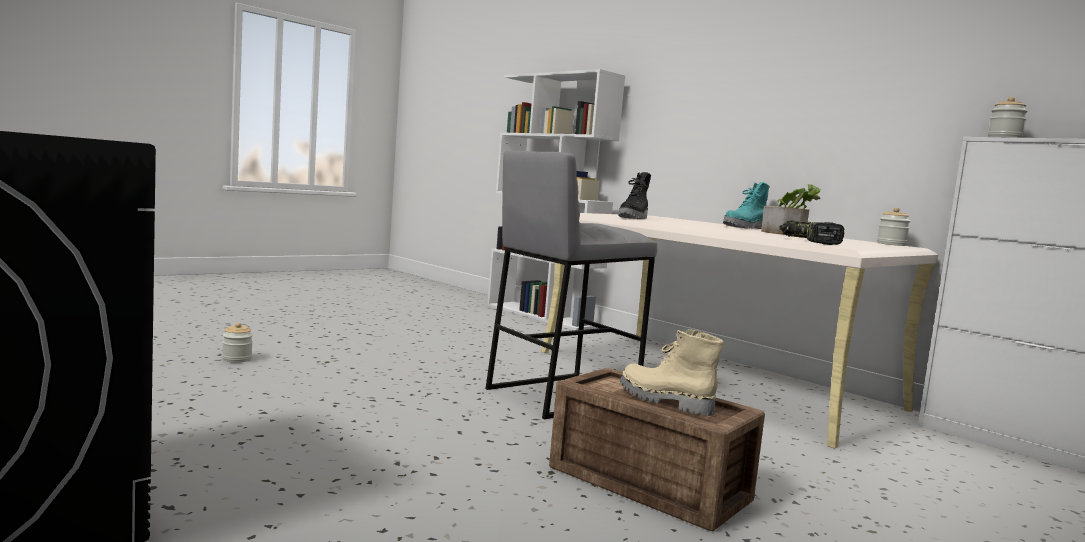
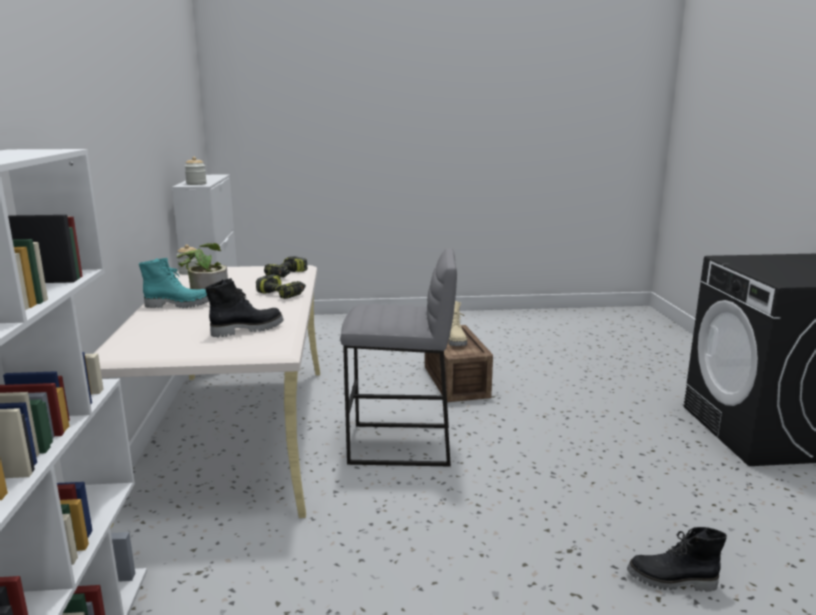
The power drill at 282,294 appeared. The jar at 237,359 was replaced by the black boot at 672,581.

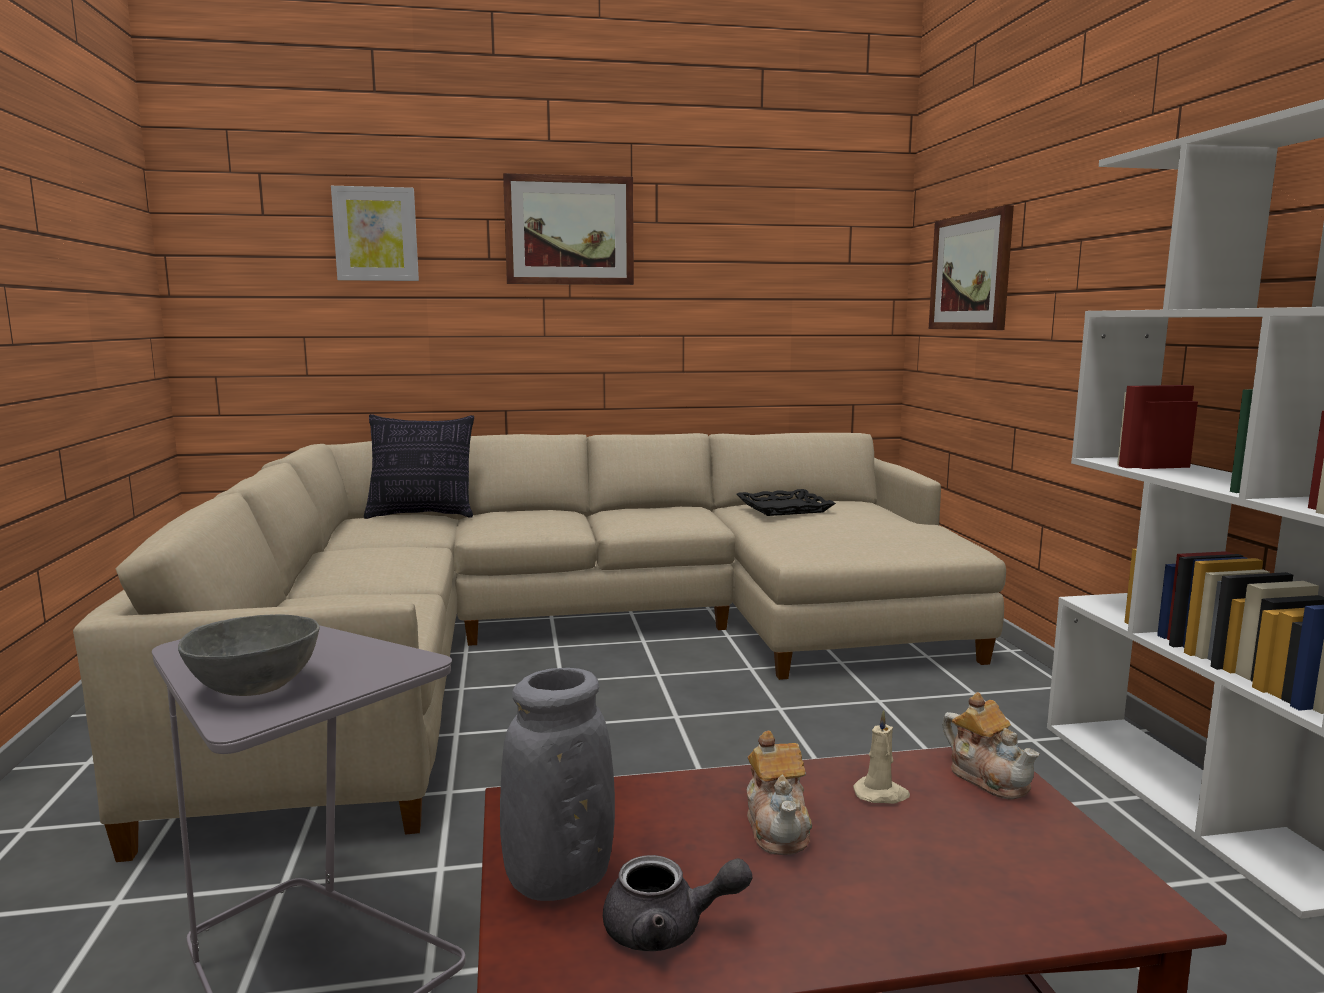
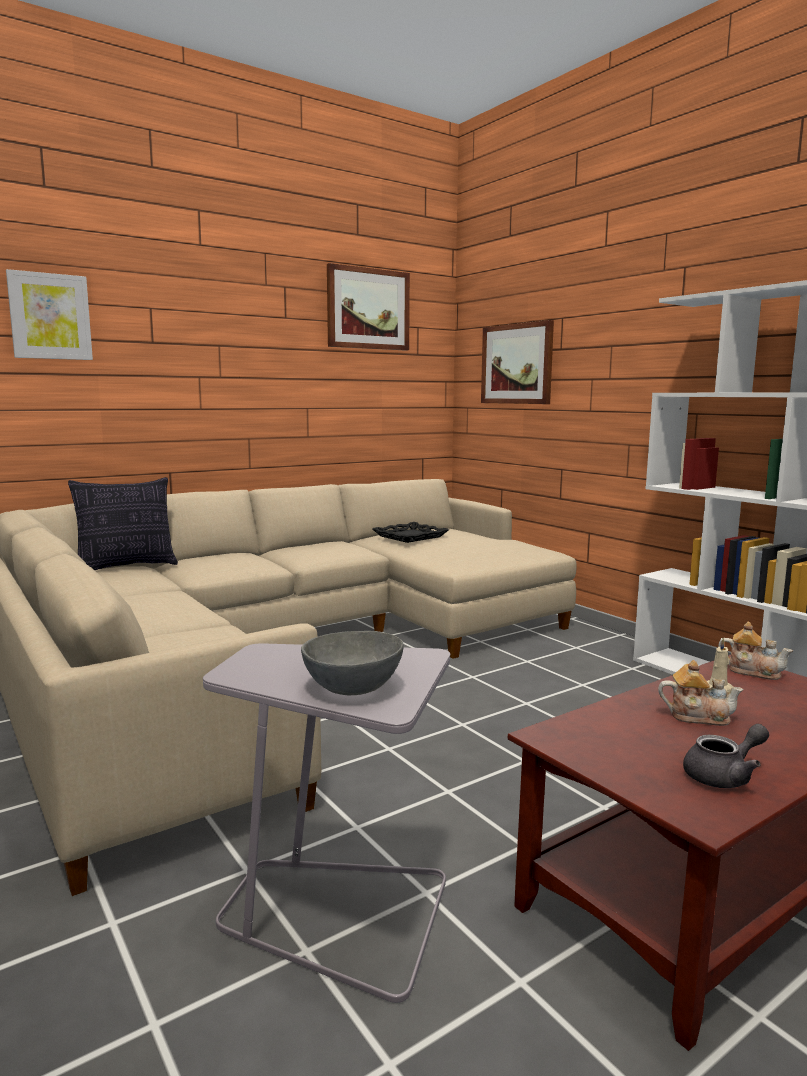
The grey vase at 559,880 disappeared. The picture moved from 569,230 to 368,309. The teapot at 778,827 turned 45 degrees counterclockwise.

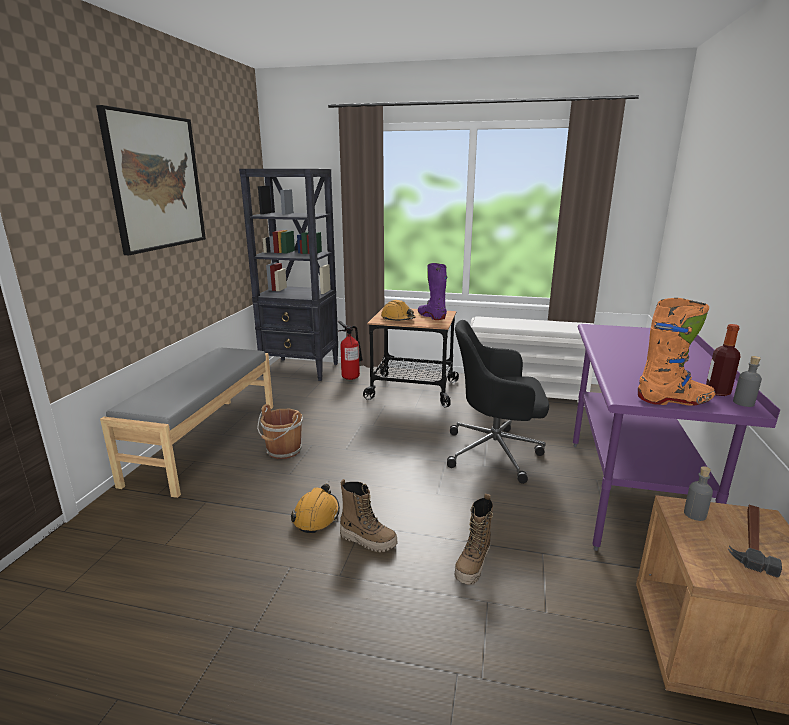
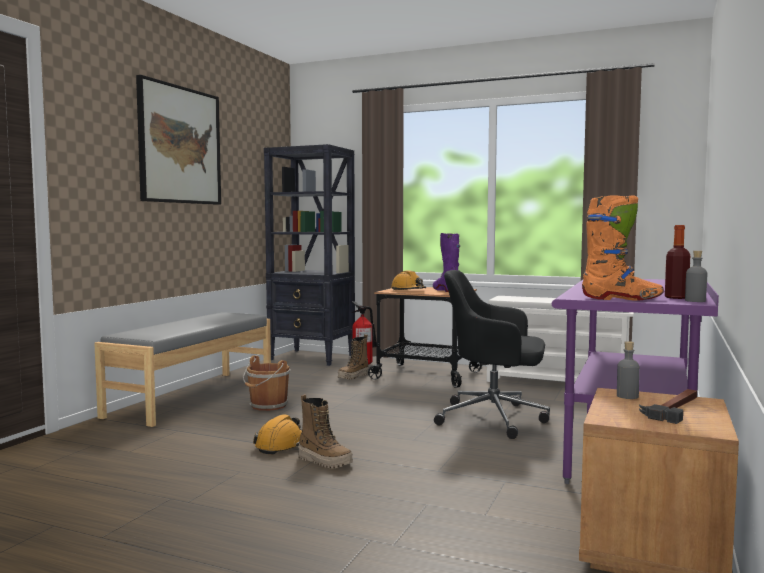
The boot moved from 473,565 to 353,377.

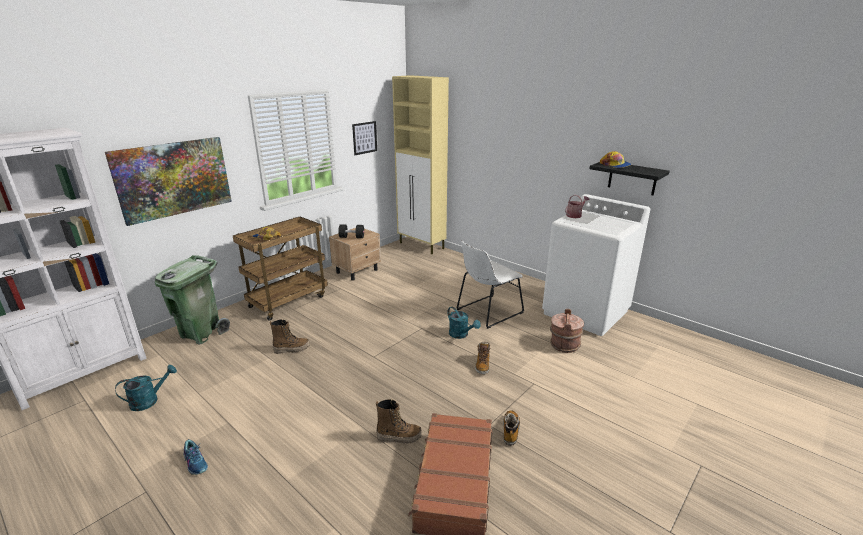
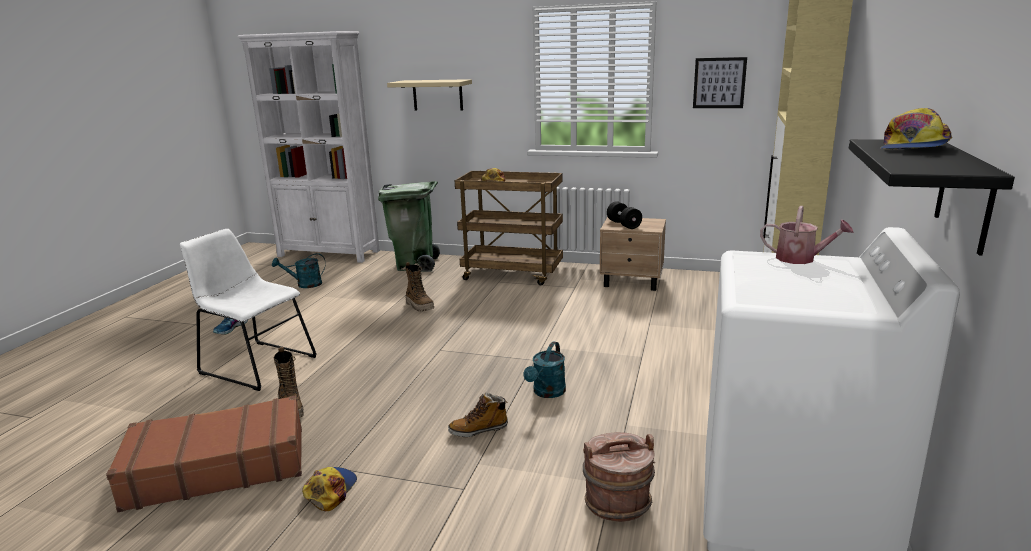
The white chair moved from 487,312 to 255,364. The picture at 173,179 was replaced by the beige shelf at 437,95. The boot at 510,431 was replaced by the cap at 330,490. The turquoise watering can at 149,400 turned 135 degrees clockwise.

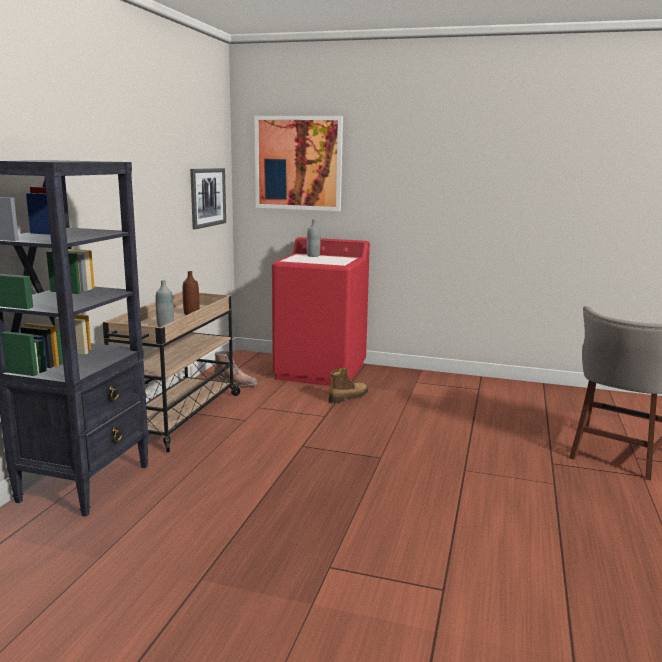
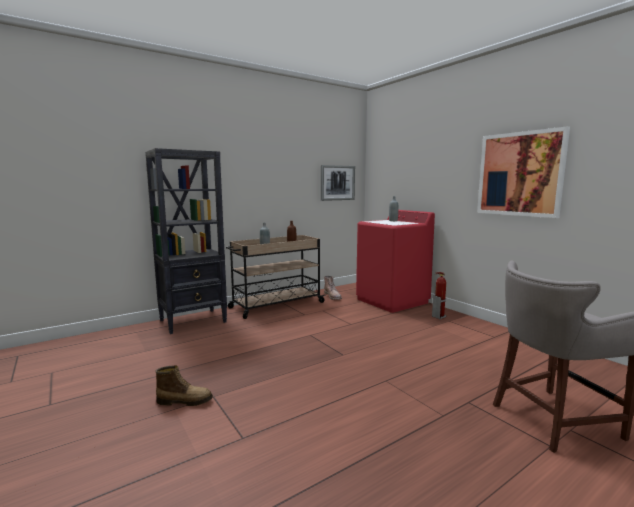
The fire extinguisher at 438,317 appeared. The picture moved from 298,163 to 519,174. The boot moved from 347,397 to 185,401.

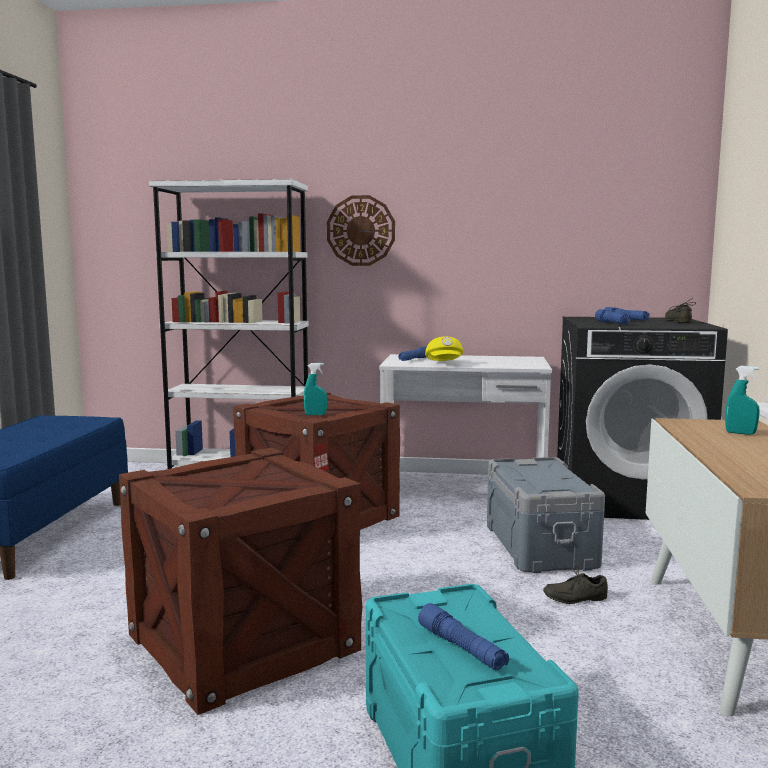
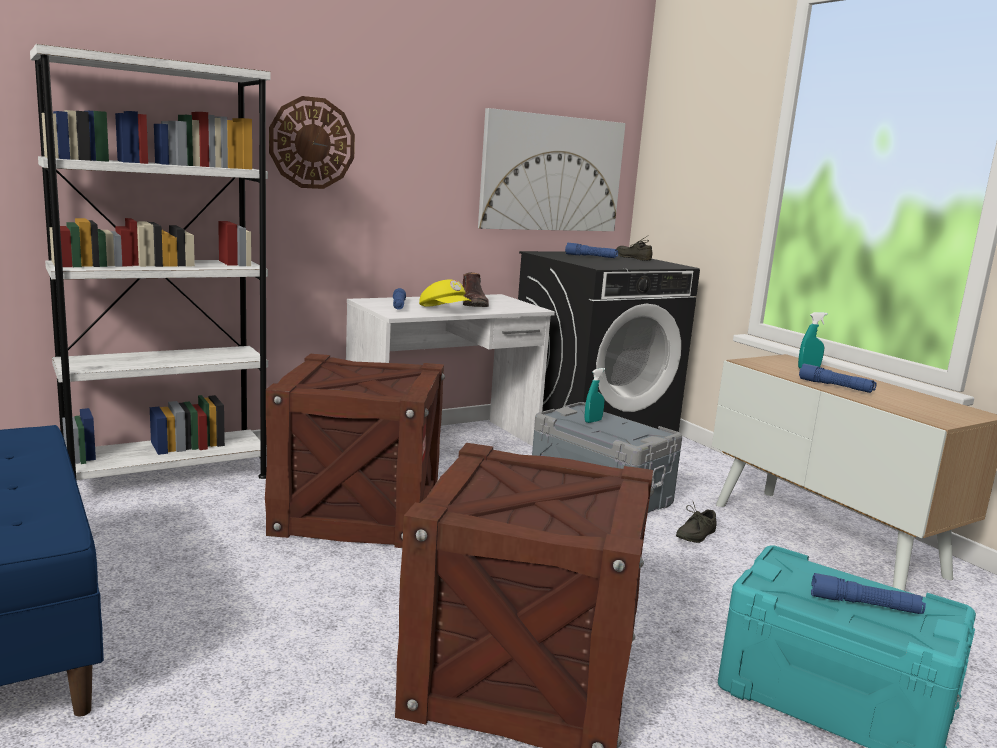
The brown boot at 474,304 appeared. The picture at 552,173 appeared. The turquoise spray bottle moved from 315,414 to 593,421. The blue flashlight moved from 612,323 to 835,386.

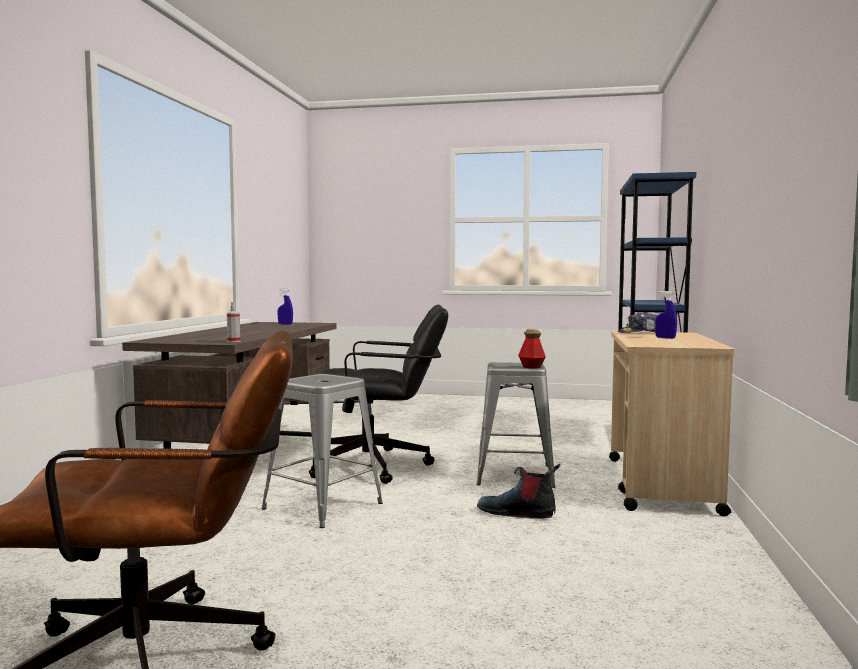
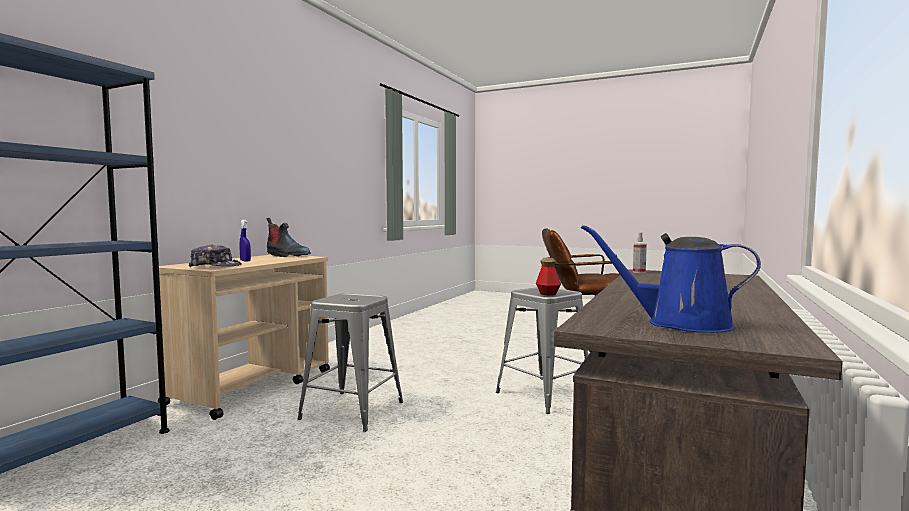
The black office chair at 381,466 disappeared. The boot moved from 517,513 to 286,256. The bottle moved from 531,367 to 548,294. The blue spray bottle at 285,324 was replaced by the blue watering can at 679,324.

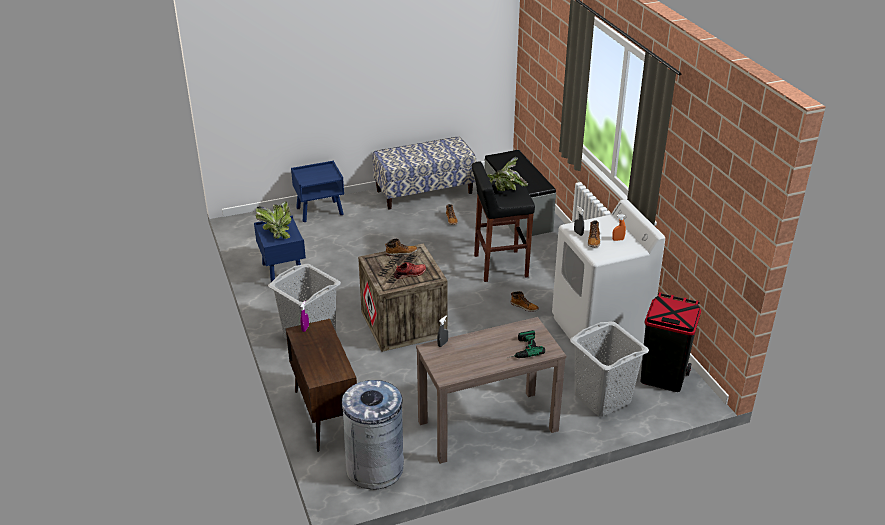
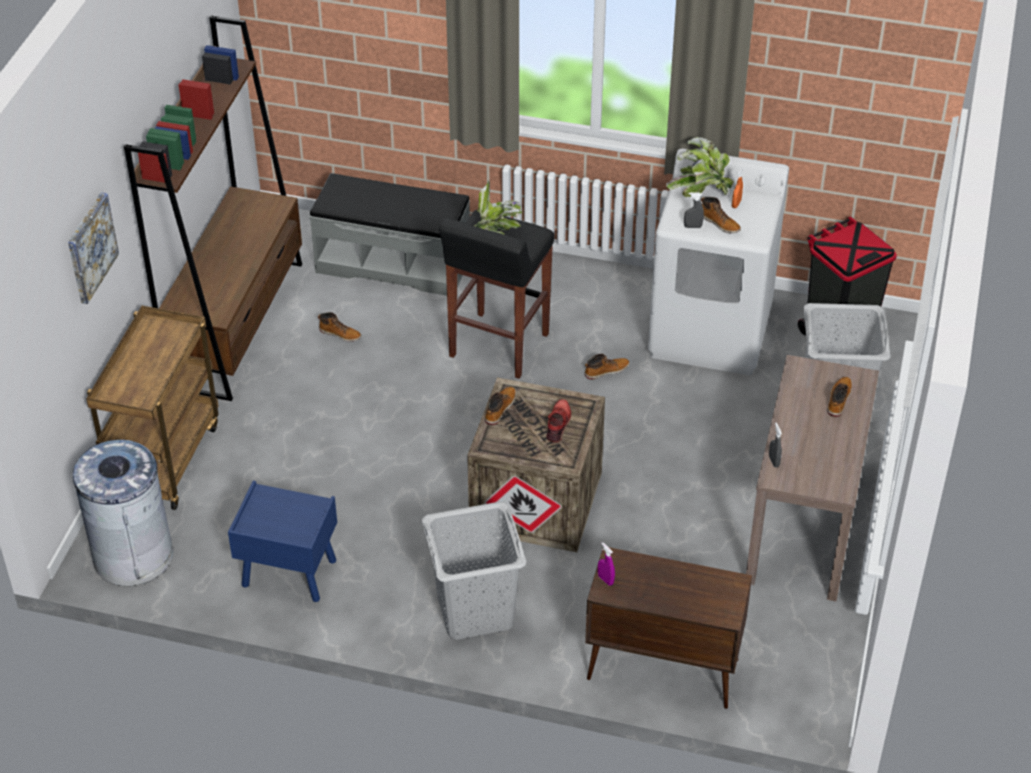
The picture at 90,247 appeared. The potted plant moved from 277,232 to 700,191. The grey trash can moved from 375,468 to 133,556. The blue nightstand at 320,211 was replaced by the brown cart at 164,458. The bench at 424,192 was replaced by the brown bookcase at 237,324. The power drill at 521,349 was replaced by the boot at 838,400.

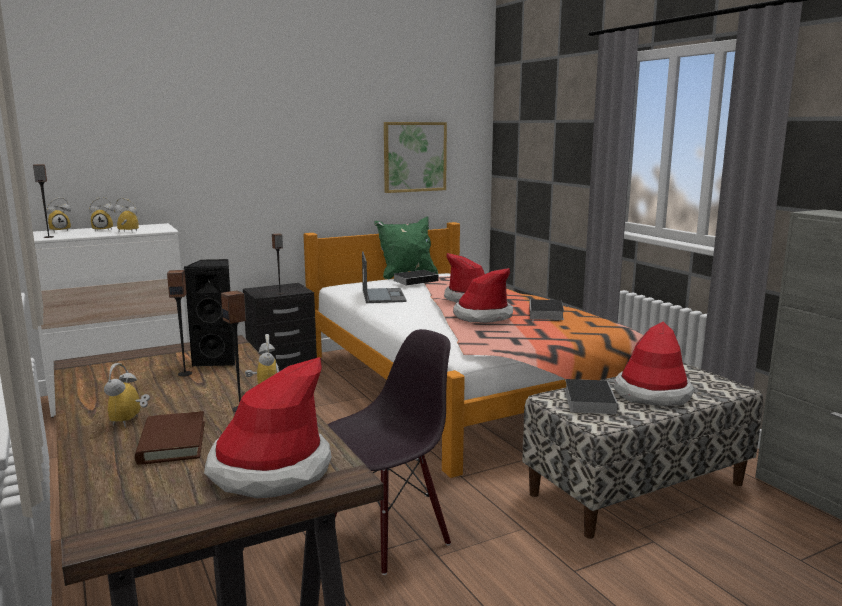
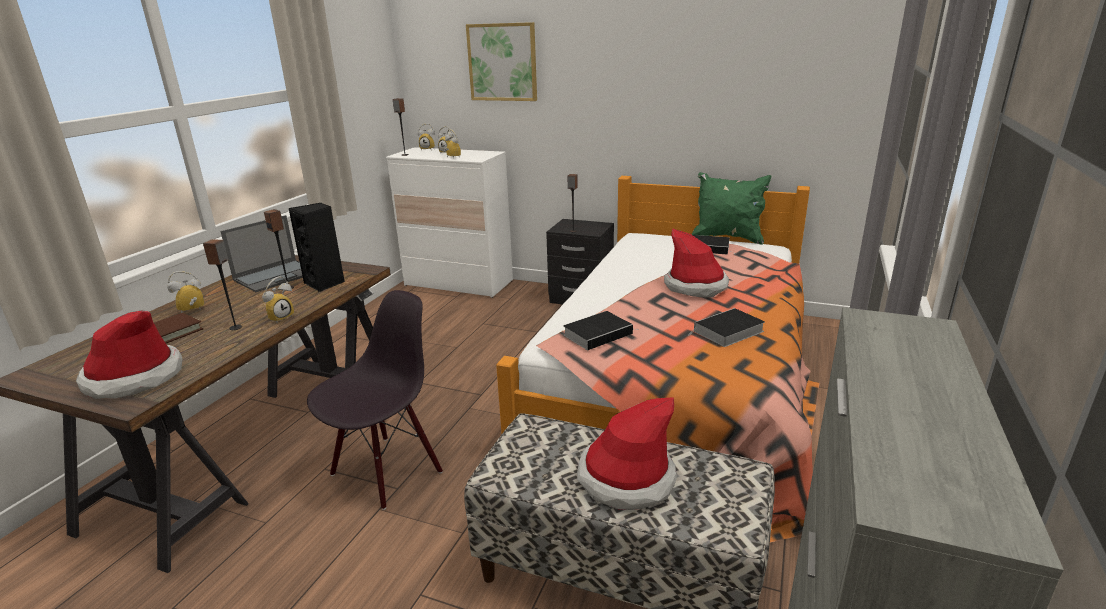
The hat at 482,316 disappeared. The laptop moved from 383,296 to 277,276. The picture moved from 414,157 to 502,62. The book moved from 588,400 to 599,333. The black chair at 387,535 turned 60 degrees counterclockwise.

